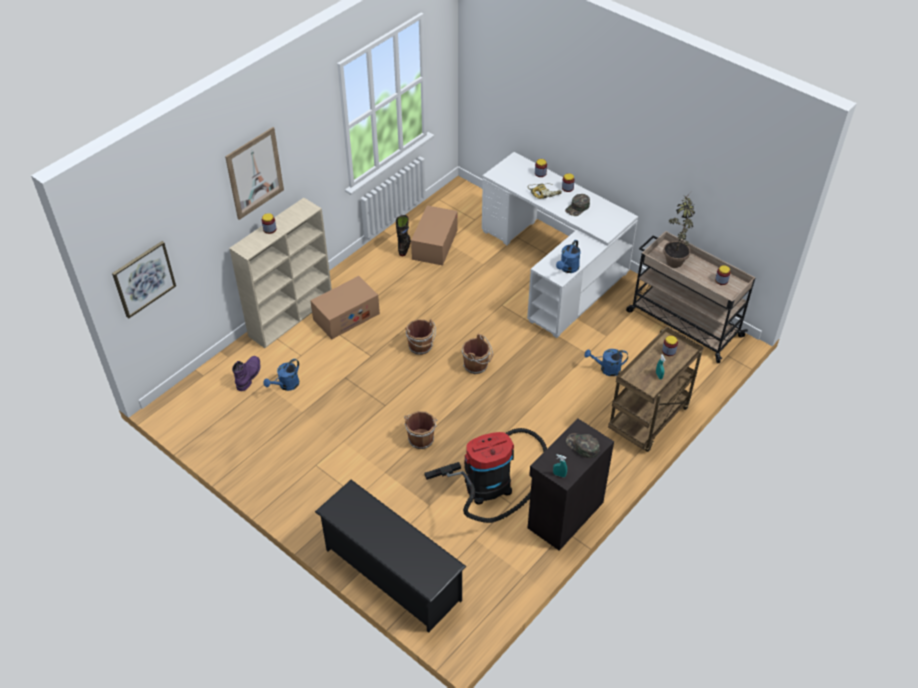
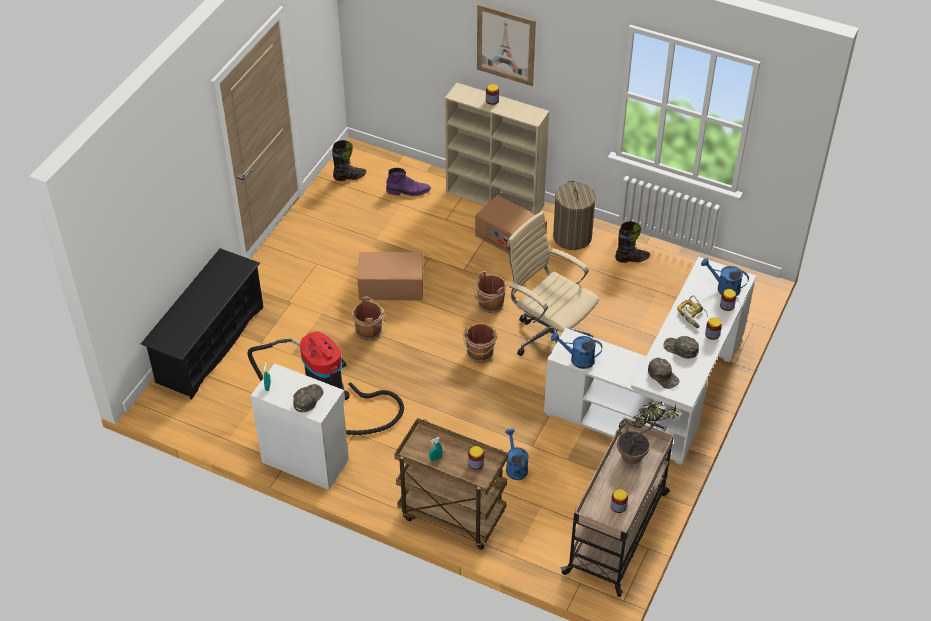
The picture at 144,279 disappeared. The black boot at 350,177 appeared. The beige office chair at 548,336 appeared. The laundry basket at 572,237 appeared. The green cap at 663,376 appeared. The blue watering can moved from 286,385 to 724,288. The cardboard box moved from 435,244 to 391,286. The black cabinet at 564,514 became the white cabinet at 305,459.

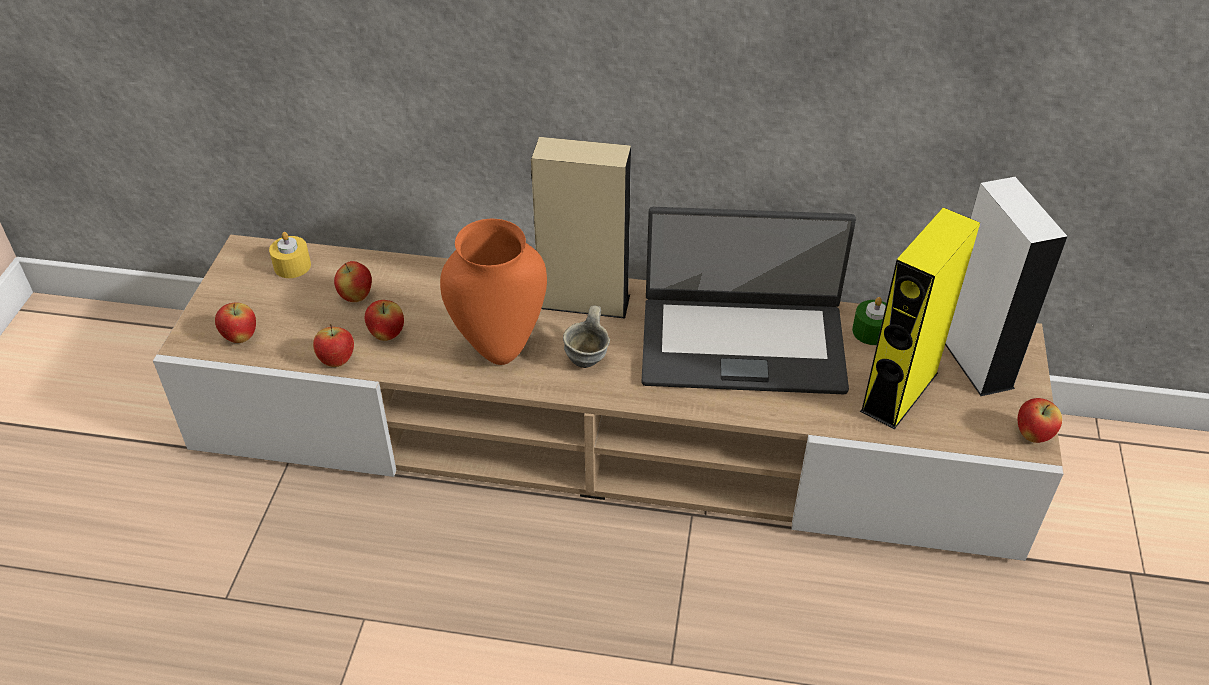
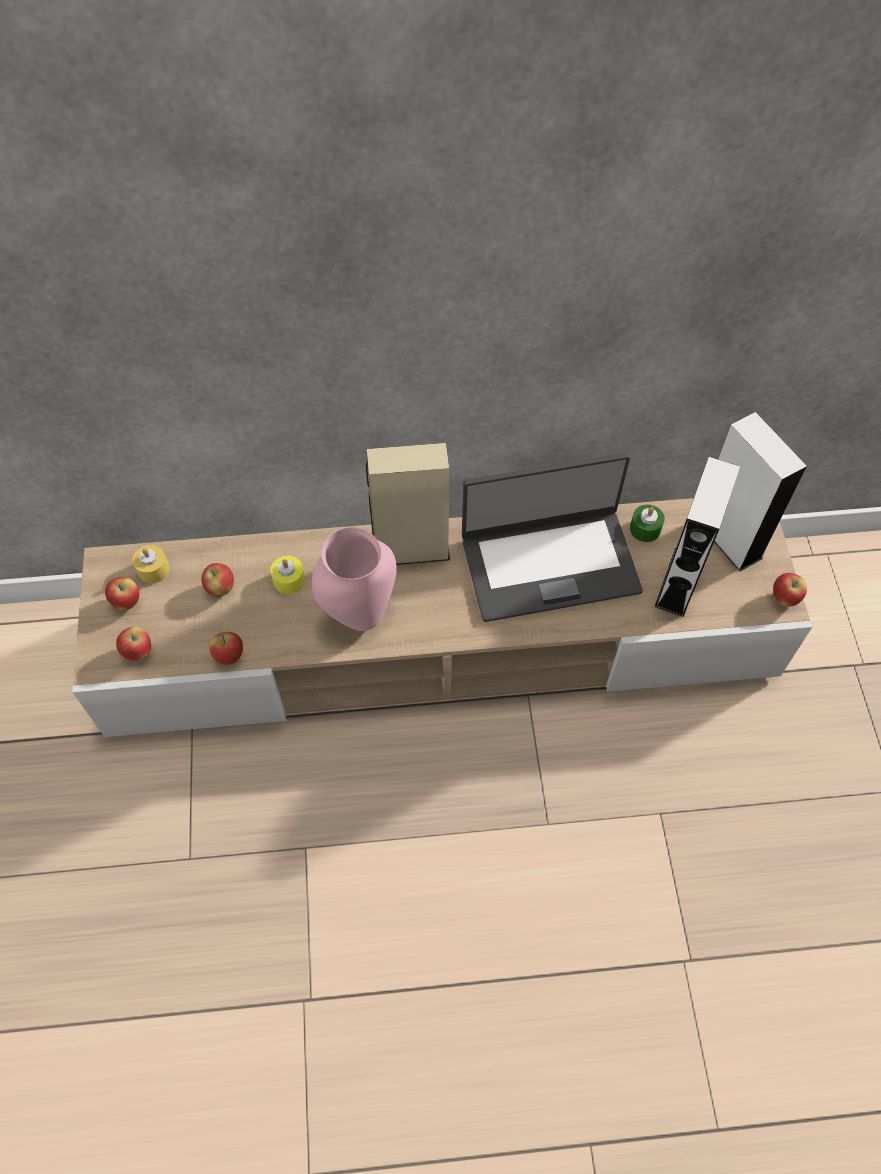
The grey mug at 590,358 disappeared. The yellow candle at 289,580 appeared. The apple moved from 387,335 to 127,602. The orange vase at 500,349 became the pink vase at 359,613. The yellow speaker at 899,392 became the white speaker at 679,581.

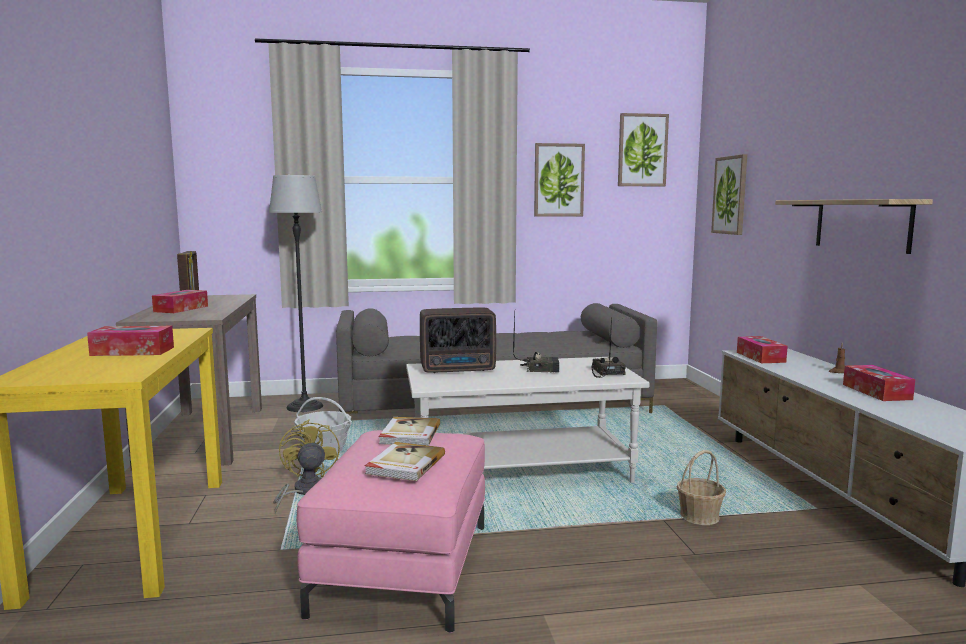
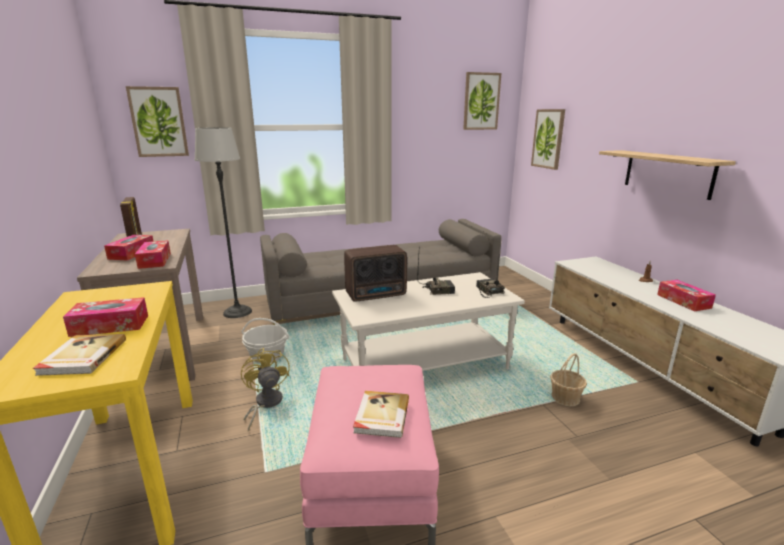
The book moved from 409,434 to 82,357. The picture moved from 558,180 to 158,122. The tissue box moved from 760,357 to 155,260.

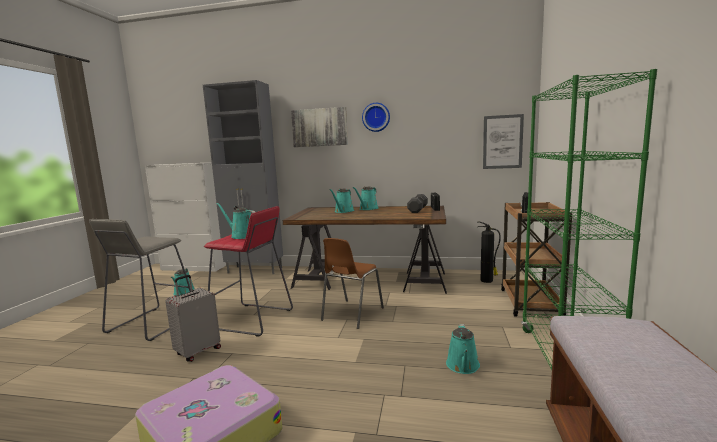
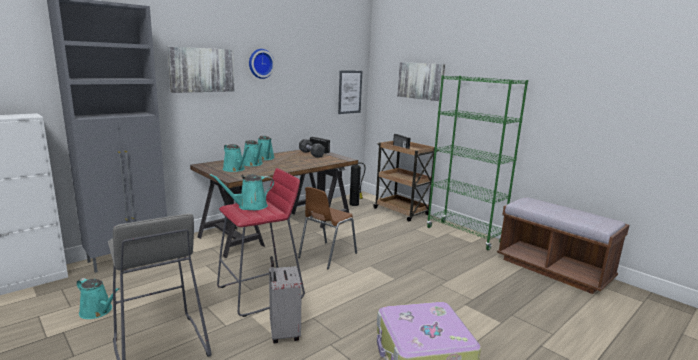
The picture at 421,81 appeared. The turquoise watering can moved from 463,366 to 235,169. The brown chair at 351,314 turned 60 degrees clockwise.

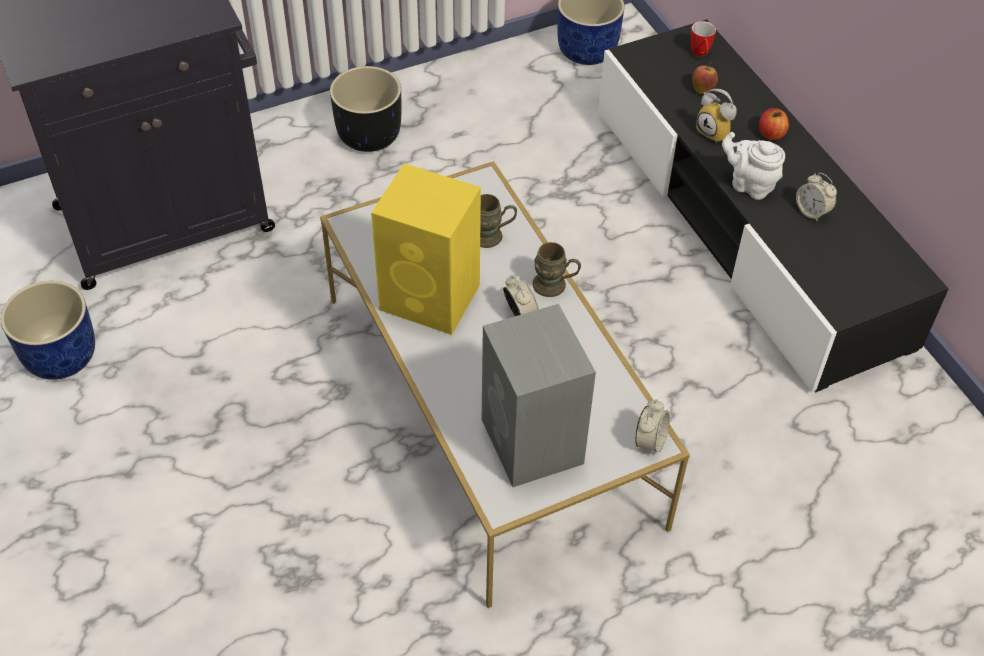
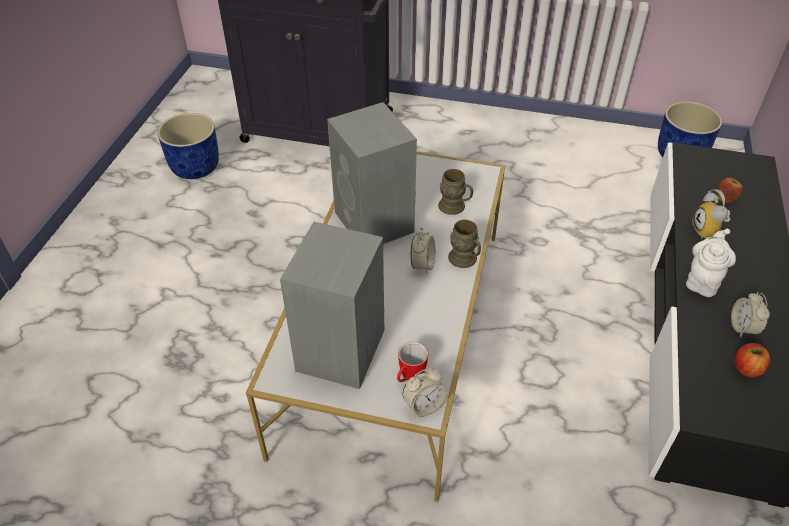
The black planter at 369,136 disappeared. The mug moved from 700,54 to 409,378. The apple moved from 771,134 to 747,368. The yellow speaker at 432,298 became the grey speaker at 374,223. The white teapot at 749,185 turned 45 degrees clockwise.

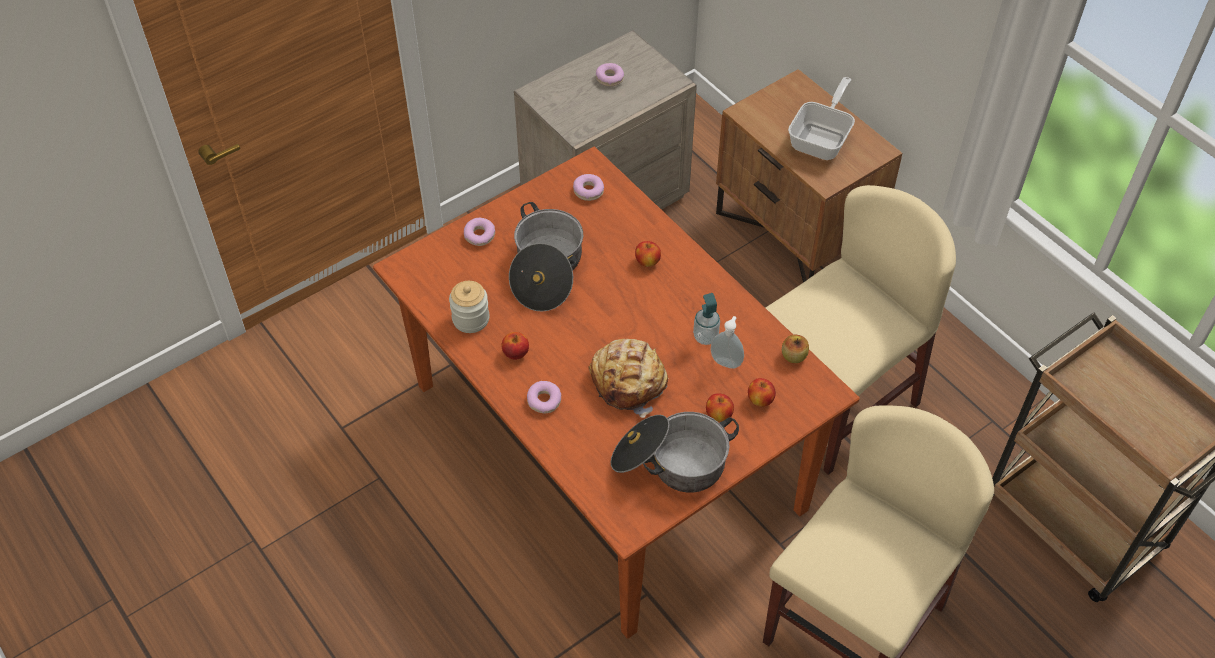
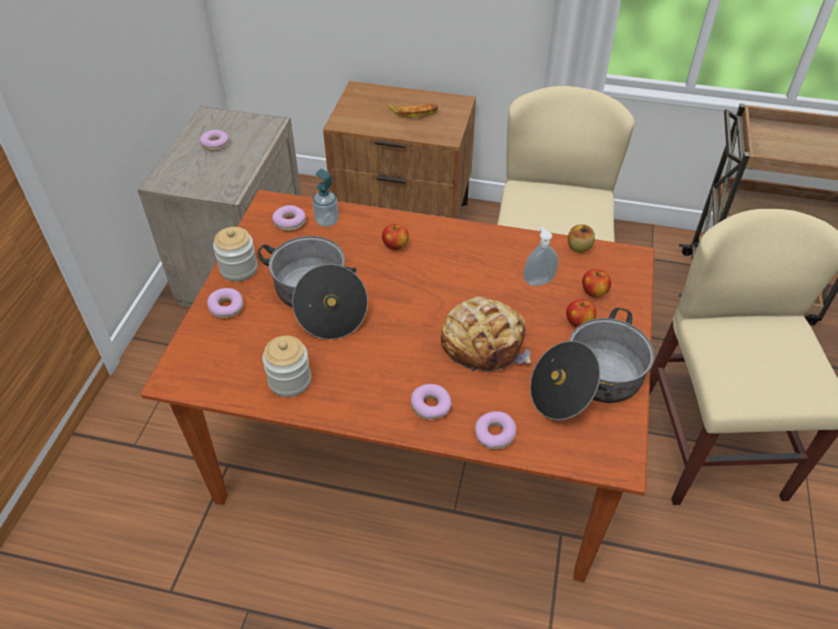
The apple at 515,353 disappeared. The jar at 239,269 appeared. The donut at 494,434 appeared. The soap dispenser moved from 705,337 to 327,221. The frying pan at 822,138 was replaced by the banana at 414,112.

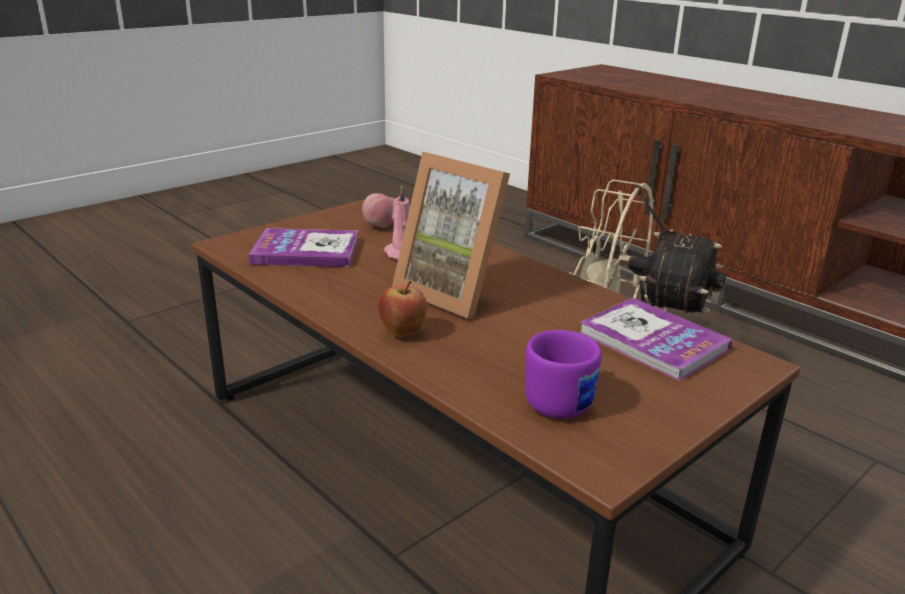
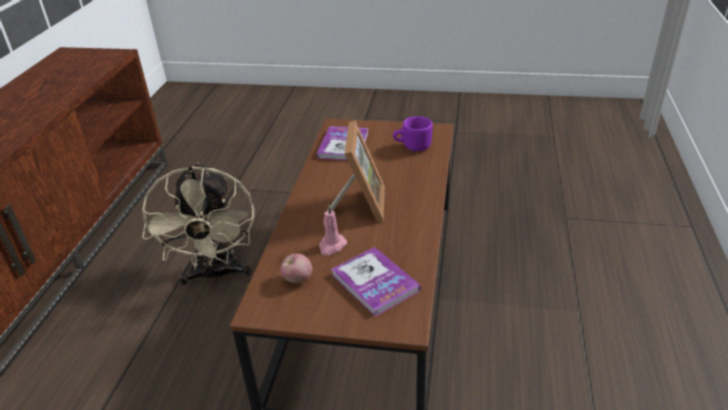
The apple at 403,333 disappeared.

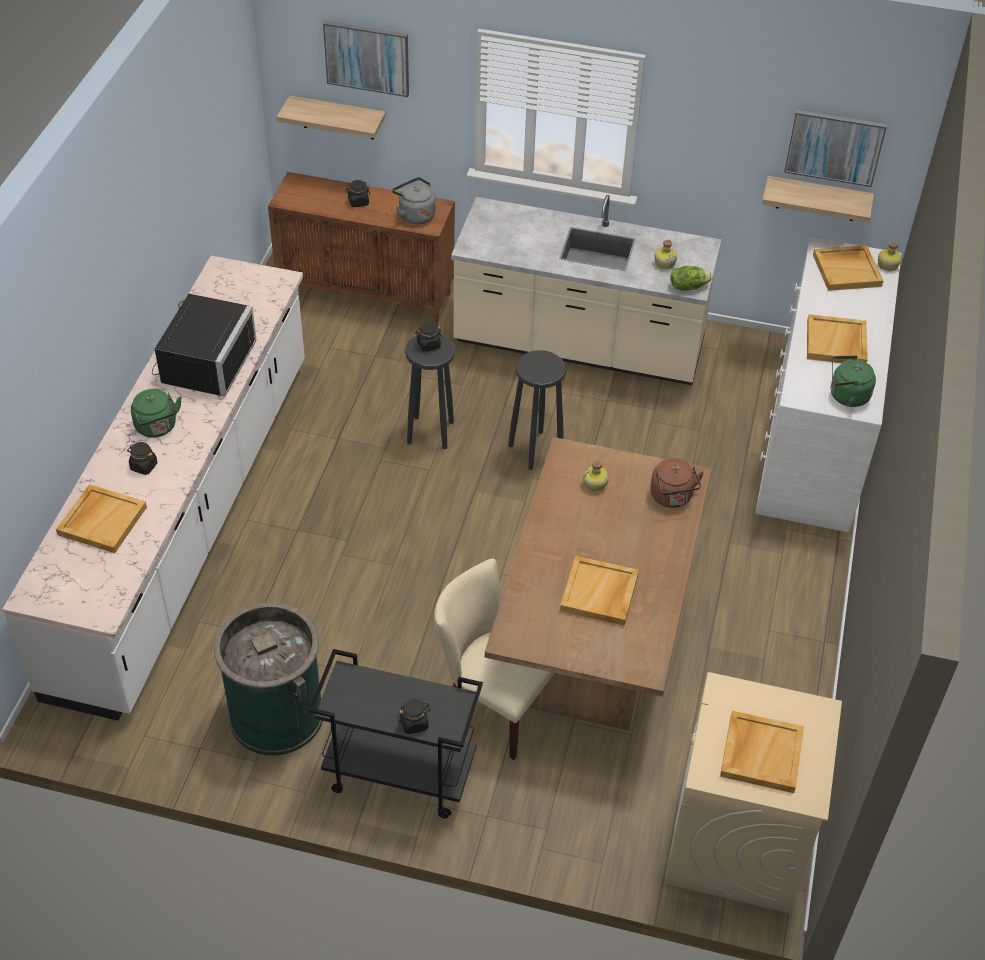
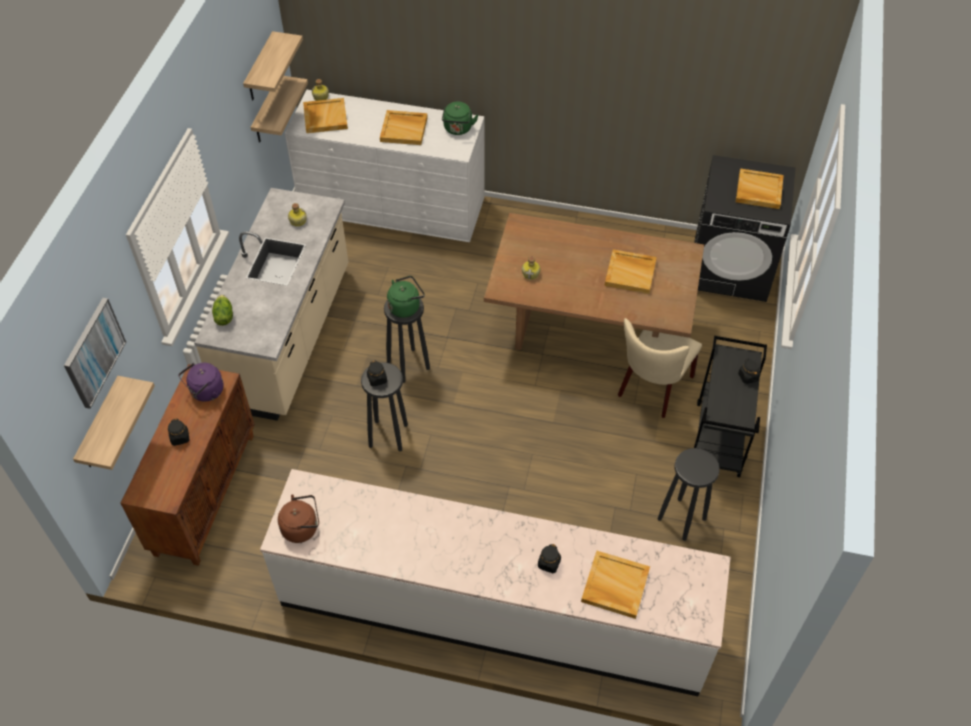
The black microwave at 202,362 disappeared. The green kettle moved from 157,428 to 406,306. The brown kettle moved from 672,497 to 302,528. The lettuce moved from 688,286 to 223,317. The green trash can at 276,715 was replaced by the black stool at 682,519. The picture at 834,147 was replaced by the shelf at 260,68. The grey kettle at 415,215 became the purple kettle at 205,392. The beige washing machine at 736,841 became the black washing machine at 730,268.

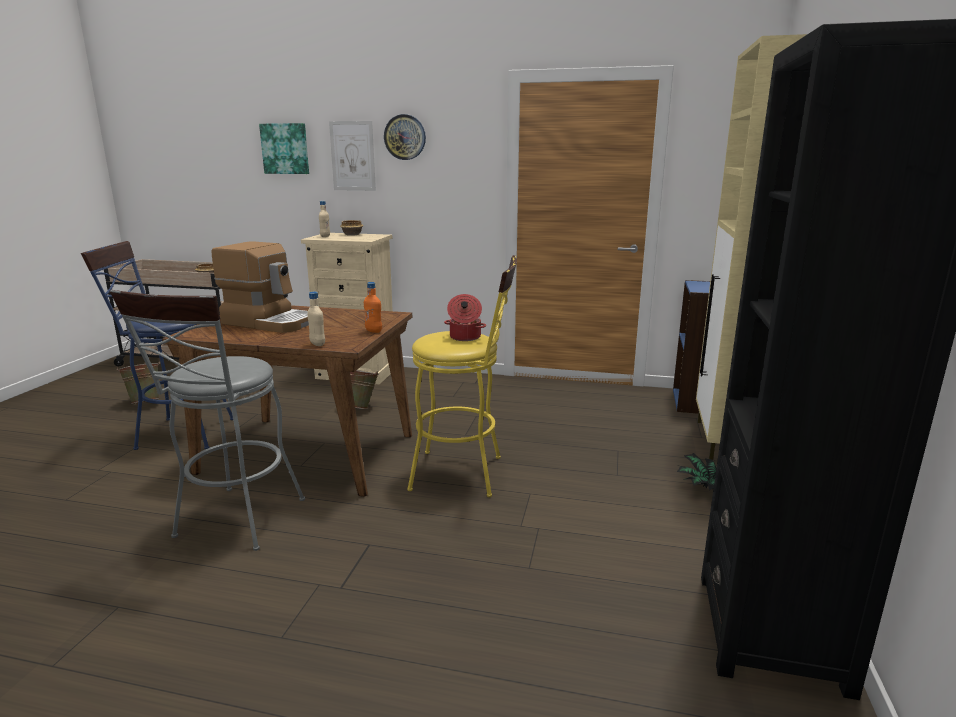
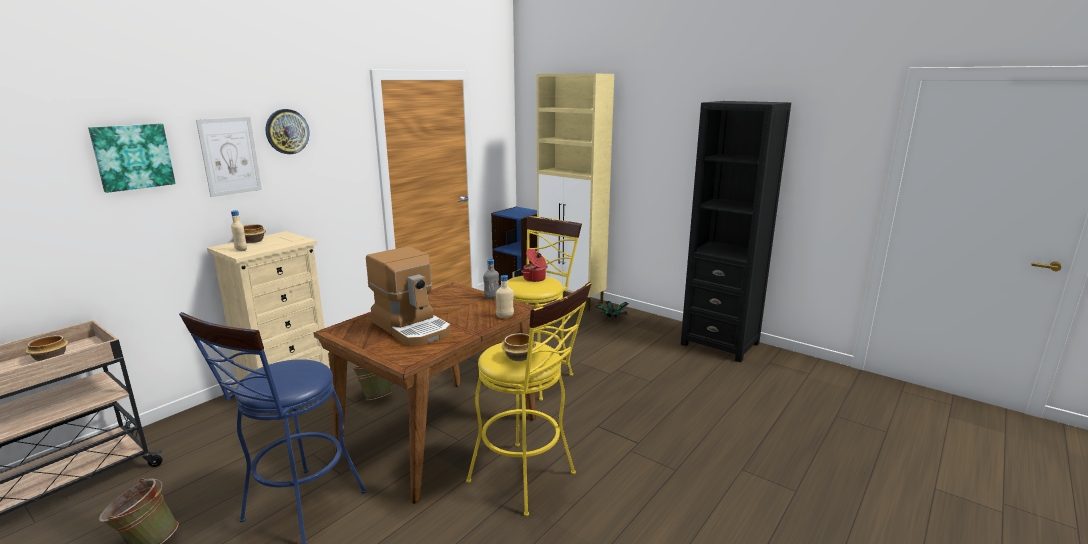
The bowl at 519,357 appeared. The grey stool at 235,523 became the yellow stool at 529,480. The orange bottle at 374,331 became the grey bottle at 491,297. The coffee machine at 270,322 turned 90 degrees clockwise.

